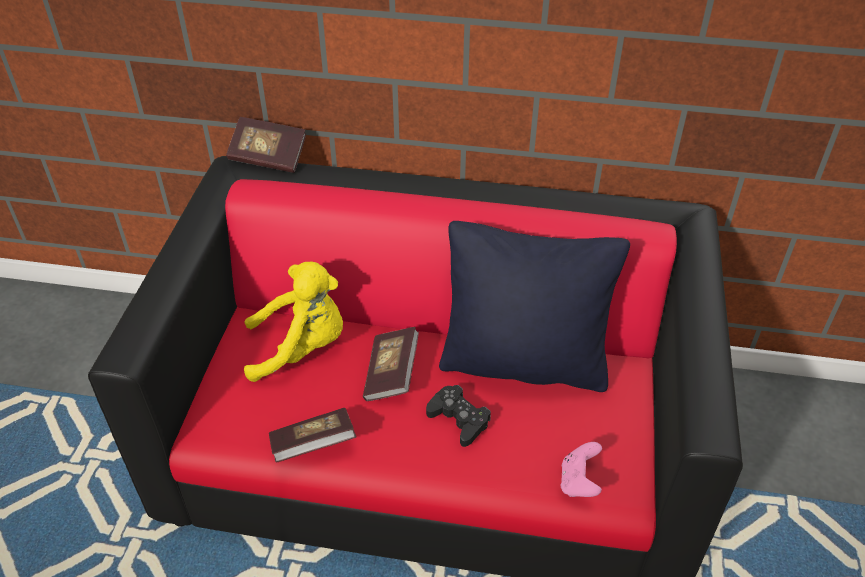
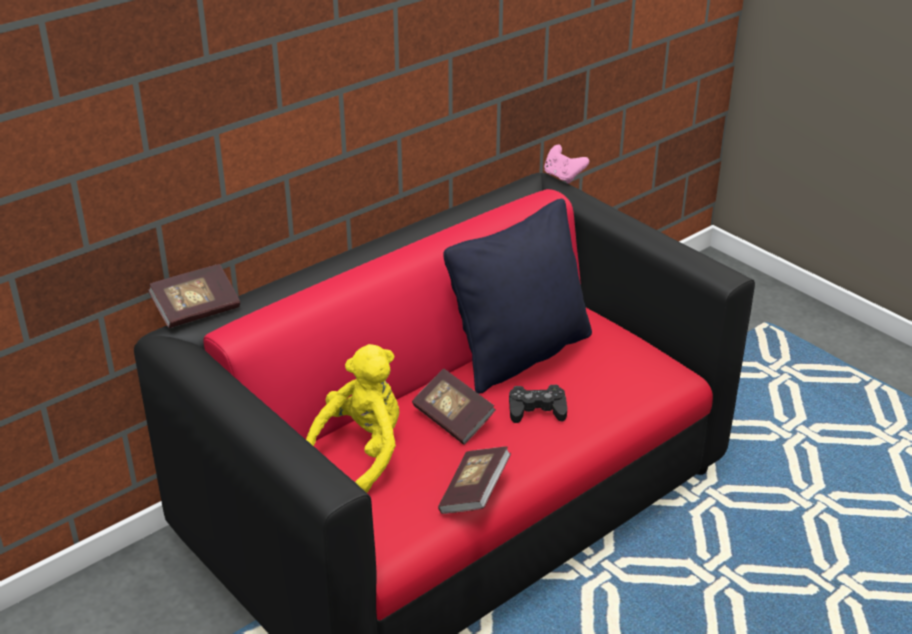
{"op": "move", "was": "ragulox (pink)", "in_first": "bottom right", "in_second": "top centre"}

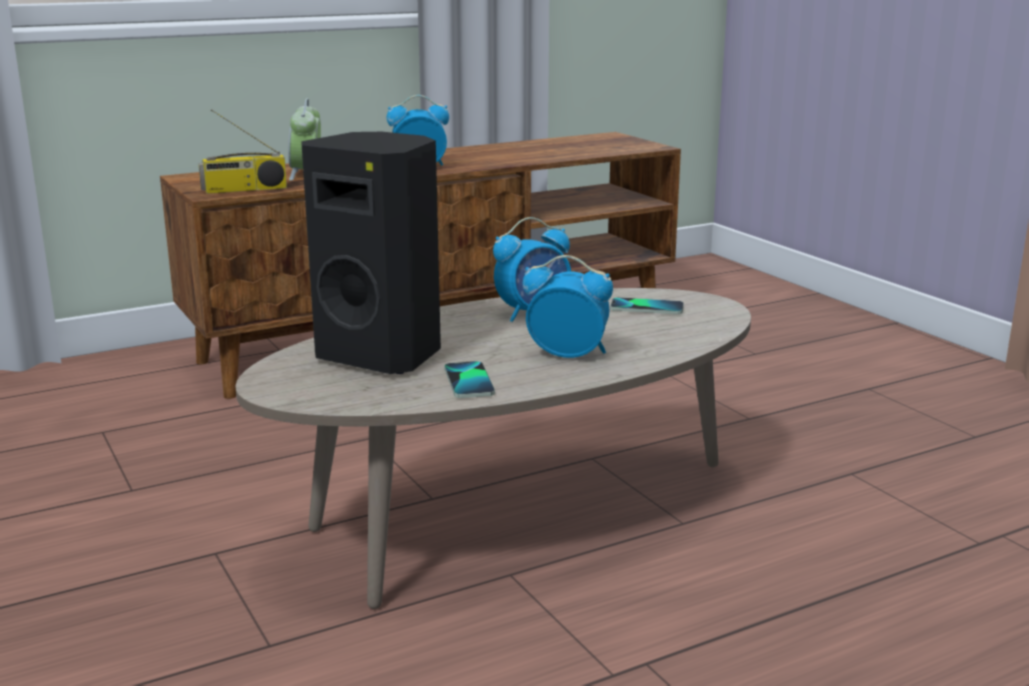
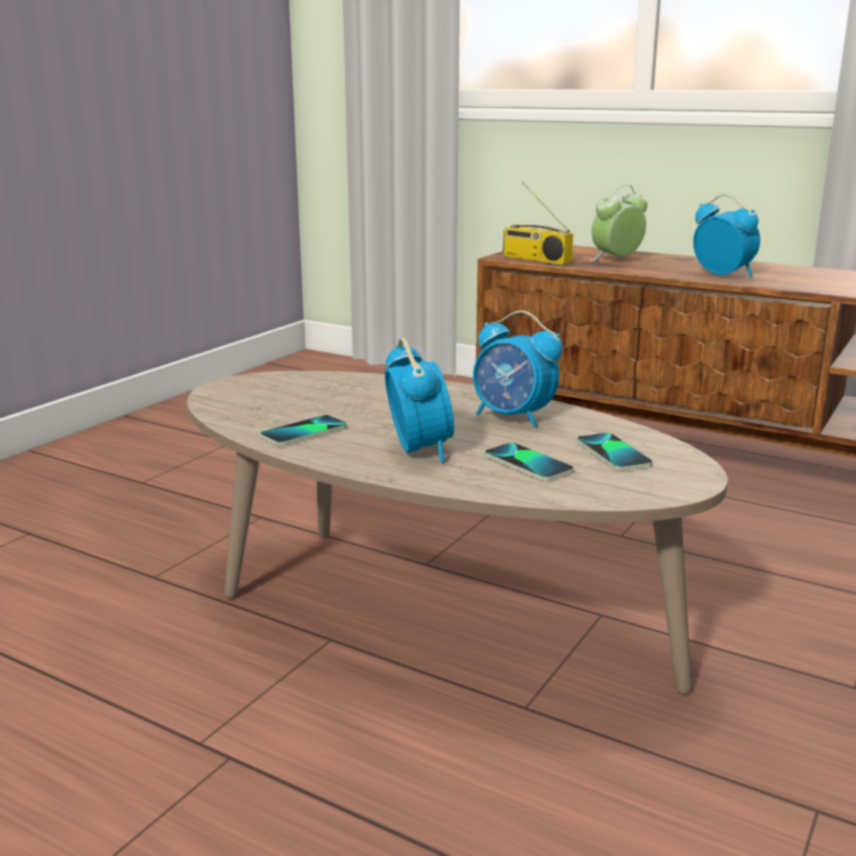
{"op": "insert", "now": "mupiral (2nd from left)", "in_second": "centre"}
{"op": "delete", "was": "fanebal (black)", "in_first": "centre"}

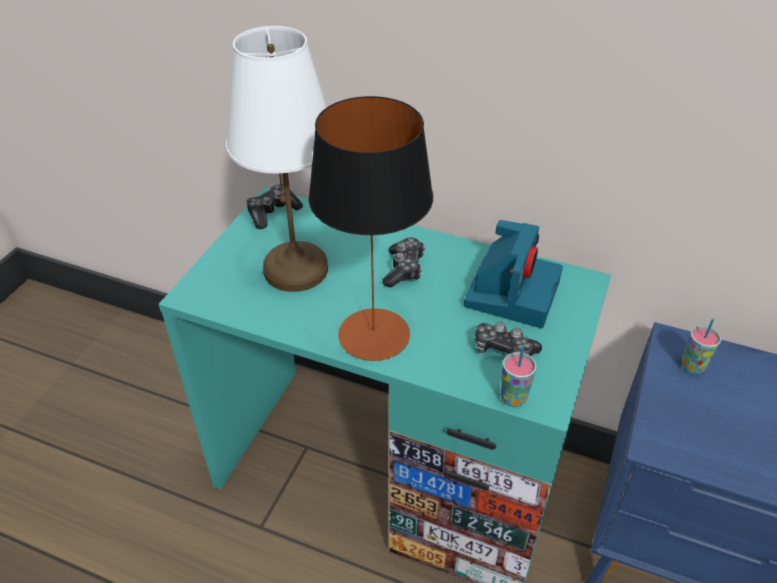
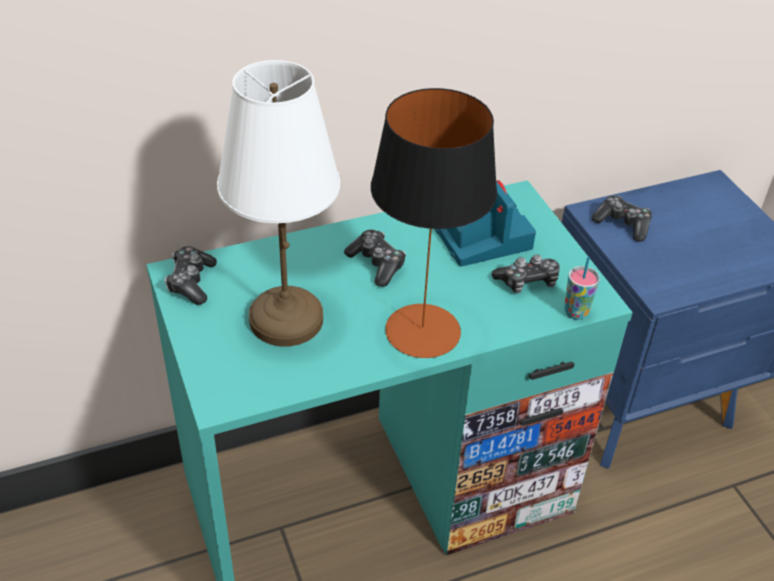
{"op": "replace", "was": "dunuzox (2nd from left)", "now": "ragulox (4th from left)", "in_first": "middle right", "in_second": "middle right"}

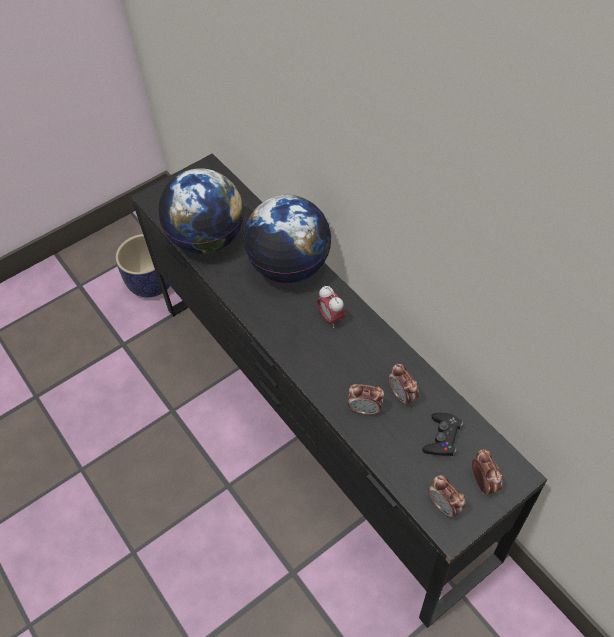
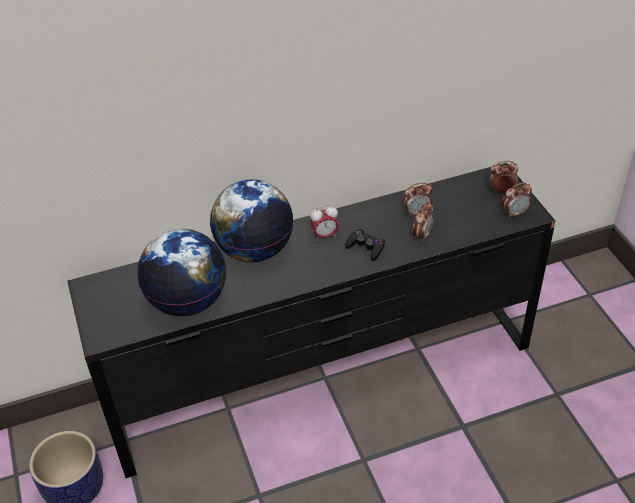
{"op": "move", "was": "ragulox (black)", "in_first": "bottom right", "in_second": "centre"}

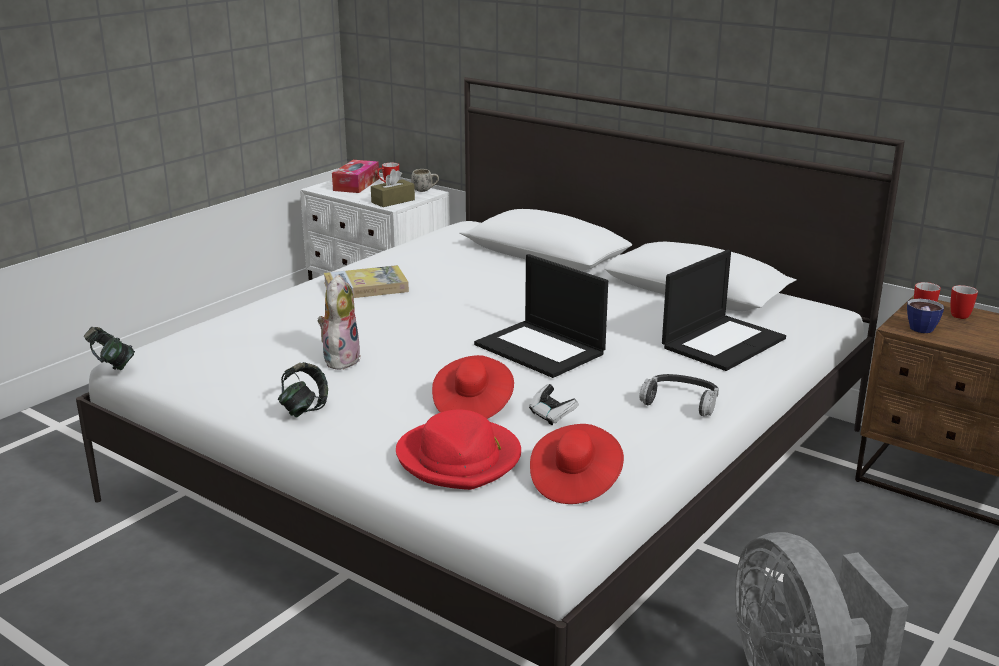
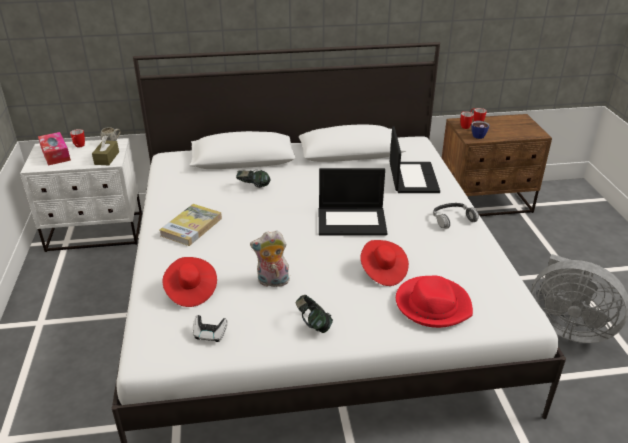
{"op": "move", "was": "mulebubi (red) (3rd from left in the first image)", "now": "mulebubi (red) (1st from left)", "in_first": "bottom centre", "in_second": "middle left"}
{"op": "move", "was": "ragulox", "in_first": "centre", "in_second": "bottom centre"}
{"op": "move", "was": "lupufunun (1st from left)", "in_first": "middle left", "in_second": "centre"}
{"op": "rotate", "was": "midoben", "in_first": "centre", "in_second": "centre", "clockwise": -60}

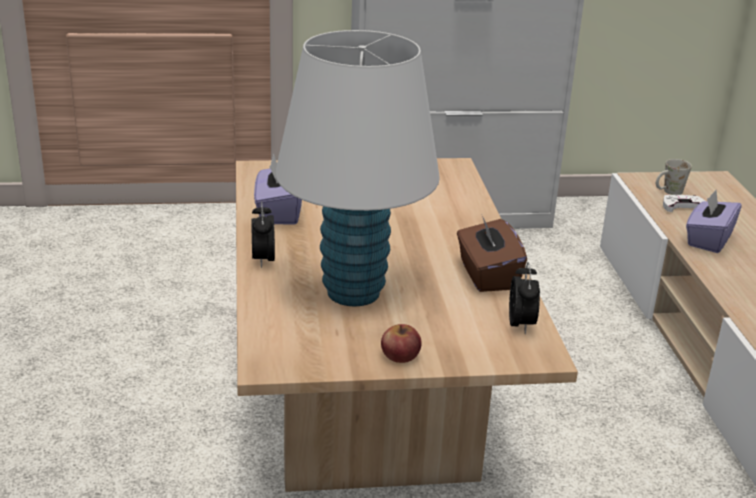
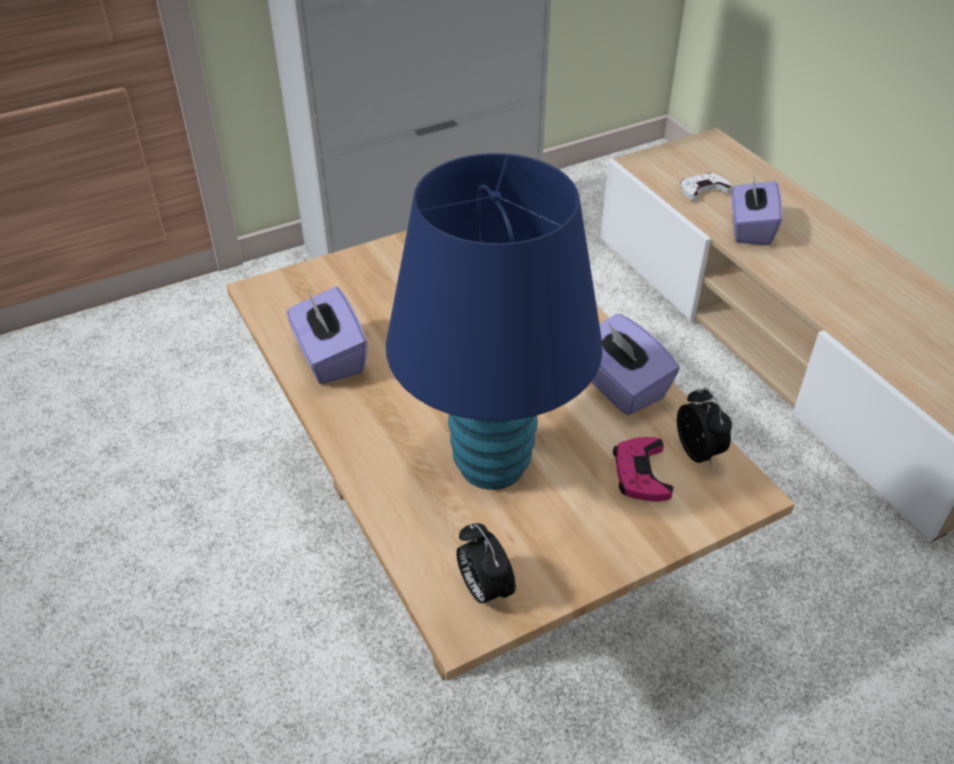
{"op": "recolor", "was": "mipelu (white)", "now": "mipelu (blue)", "in_first": "centre", "in_second": "centre"}
{"op": "move", "was": "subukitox (1st from left)", "in_first": "centre", "in_second": "bottom centre"}
{"op": "recolor", "was": "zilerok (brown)", "now": "zilerok (purple) (2nd from left)", "in_first": "centre", "in_second": "centre"}
{"op": "insert", "now": "ragulox (pink)", "in_second": "middle right"}
{"op": "delete", "was": "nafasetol", "in_first": "bottom centre"}
{"op": "delete", "was": "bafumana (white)", "in_first": "middle right"}

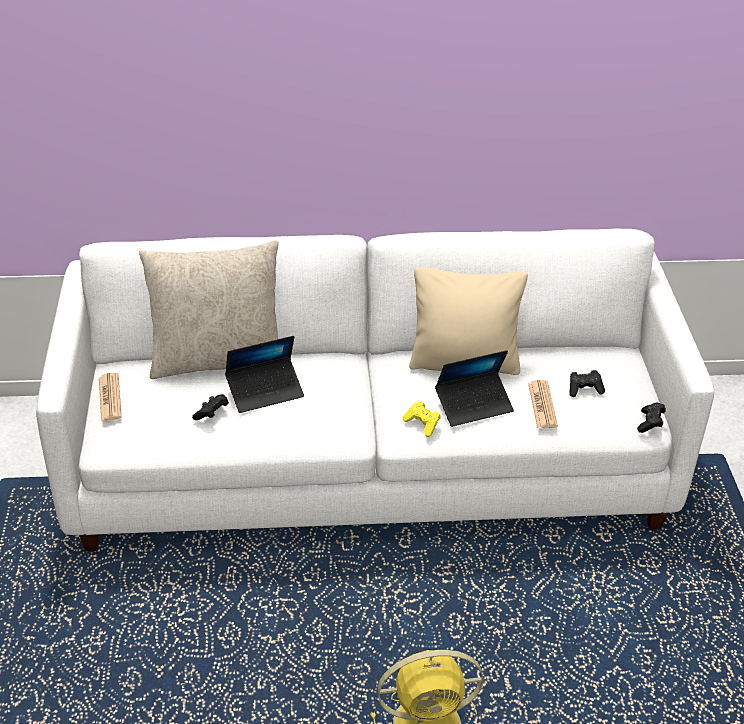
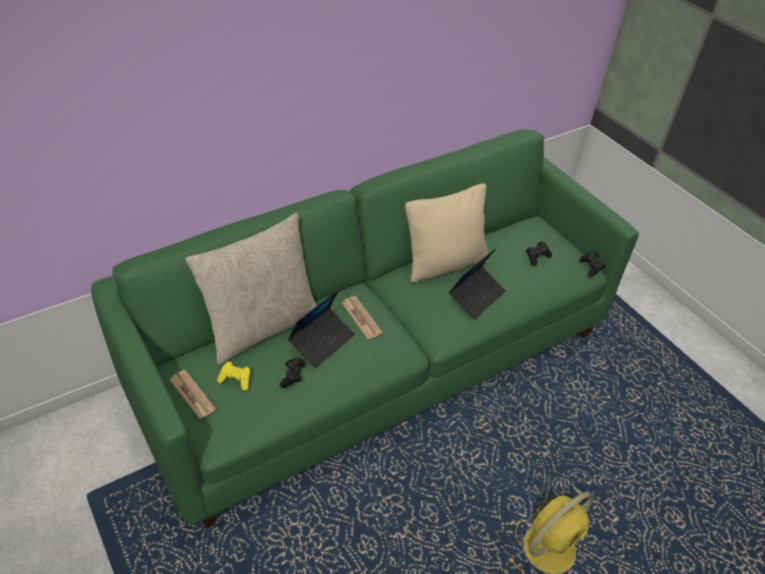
{"op": "recolor", "was": "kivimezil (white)", "now": "kivimezil (green)", "in_first": "centre", "in_second": "centre"}
{"op": "move", "was": "ragulox (yellow)", "in_first": "centre", "in_second": "middle left"}
{"op": "move", "was": "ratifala (2nd from left)", "in_first": "middle right", "in_second": "centre"}

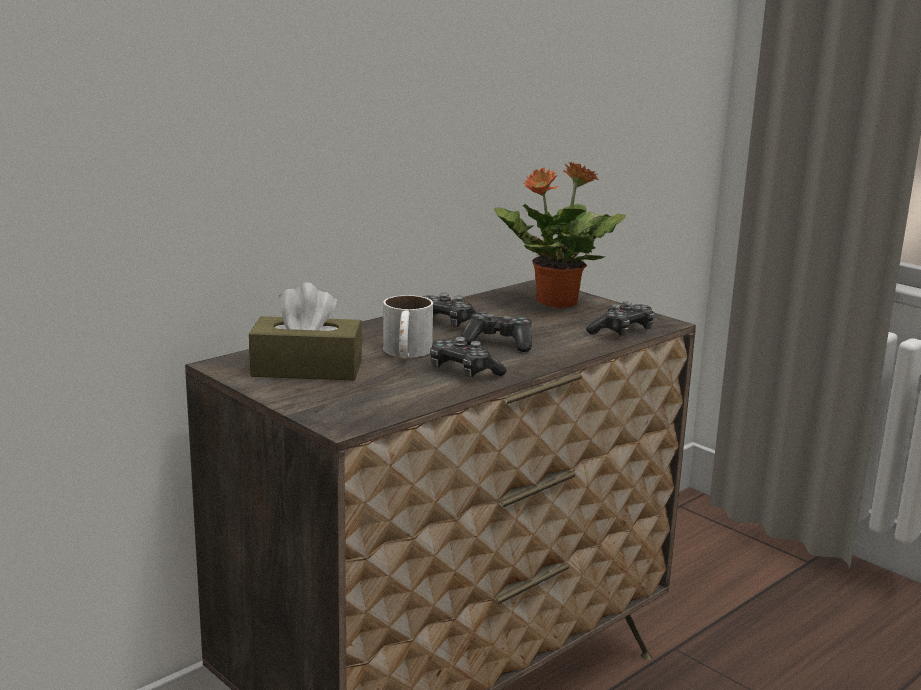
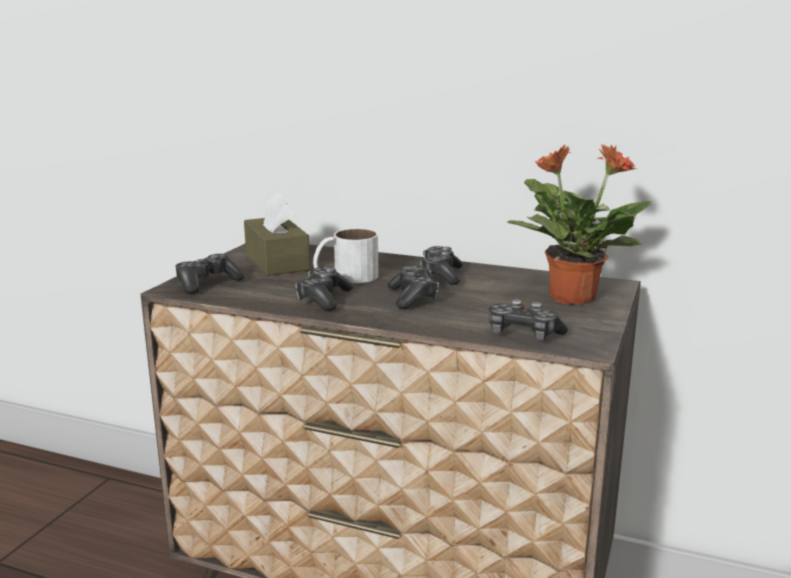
{"op": "insert", "now": "ragulox (1st from left)", "in_second": "middle left"}

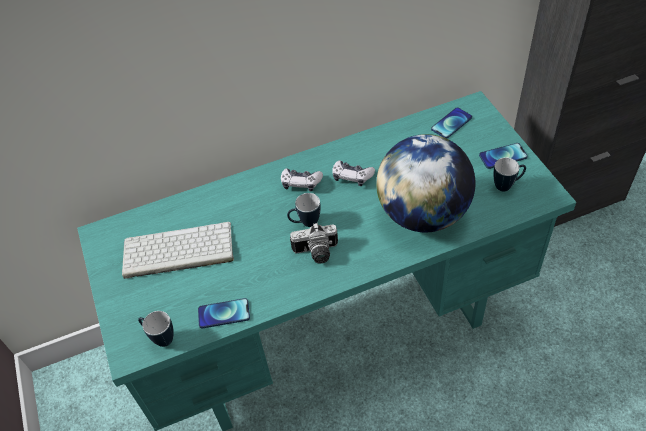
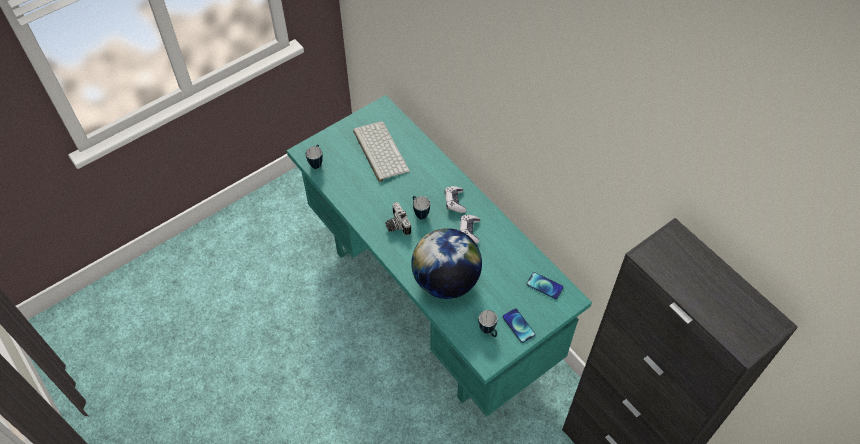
{"op": "delete", "was": "mupiral (1st from left)", "in_first": "bottom centre"}

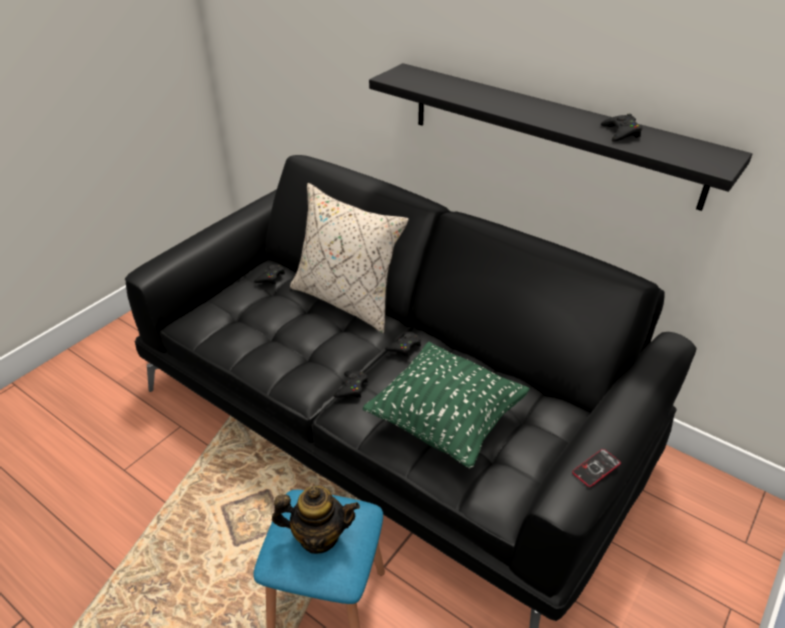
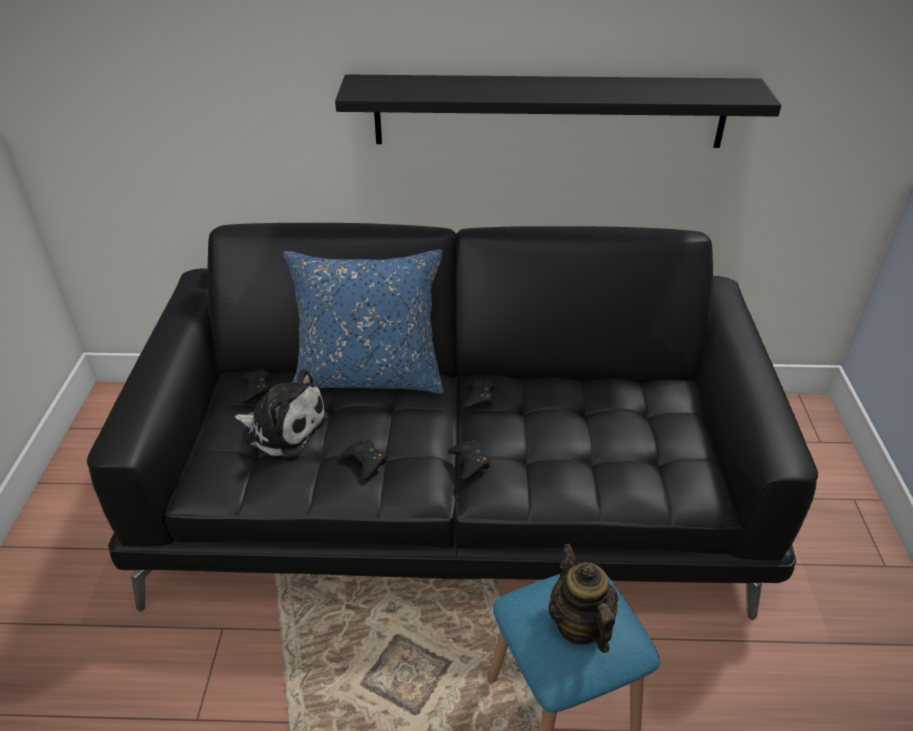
{"op": "insert", "now": "midoben", "in_second": "middle left"}
{"op": "recolor", "was": "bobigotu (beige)", "now": "bobigotu (blue)", "in_first": "centre", "in_second": "centre"}
{"op": "move", "was": "ragulox (black) (4th from left in the first image)", "now": "ragulox (black) (2nd from left)", "in_first": "top right", "in_second": "centre"}
{"op": "rotate", "was": "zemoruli", "in_first": "bottom centre", "in_second": "bottom centre", "clockwise": -75}
{"op": "delete", "was": "bobigotu (green)", "in_first": "centre"}
{"op": "delete", "was": "mupiral", "in_first": "bottom right"}

